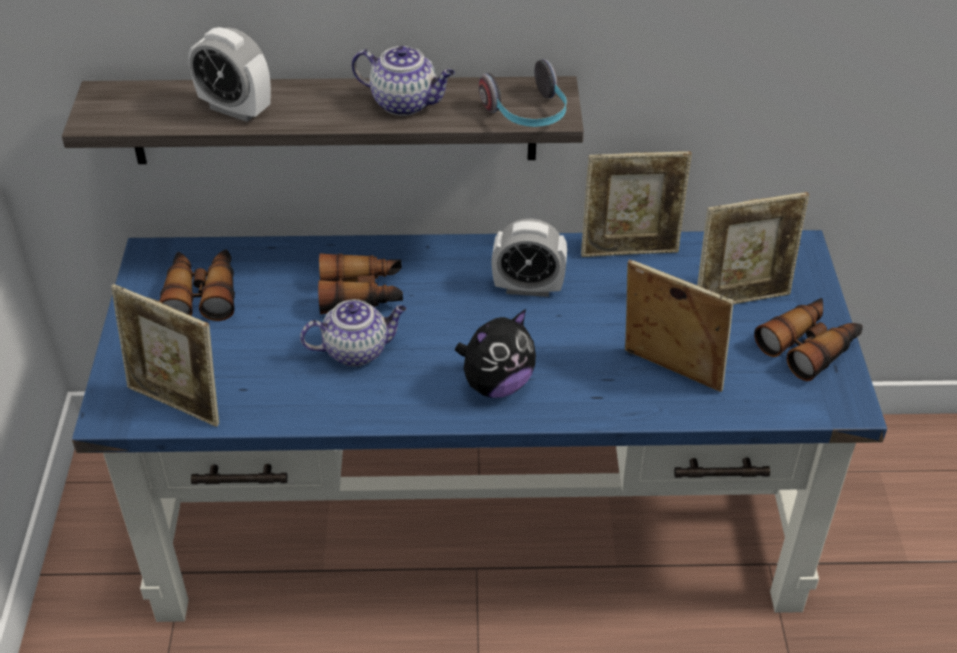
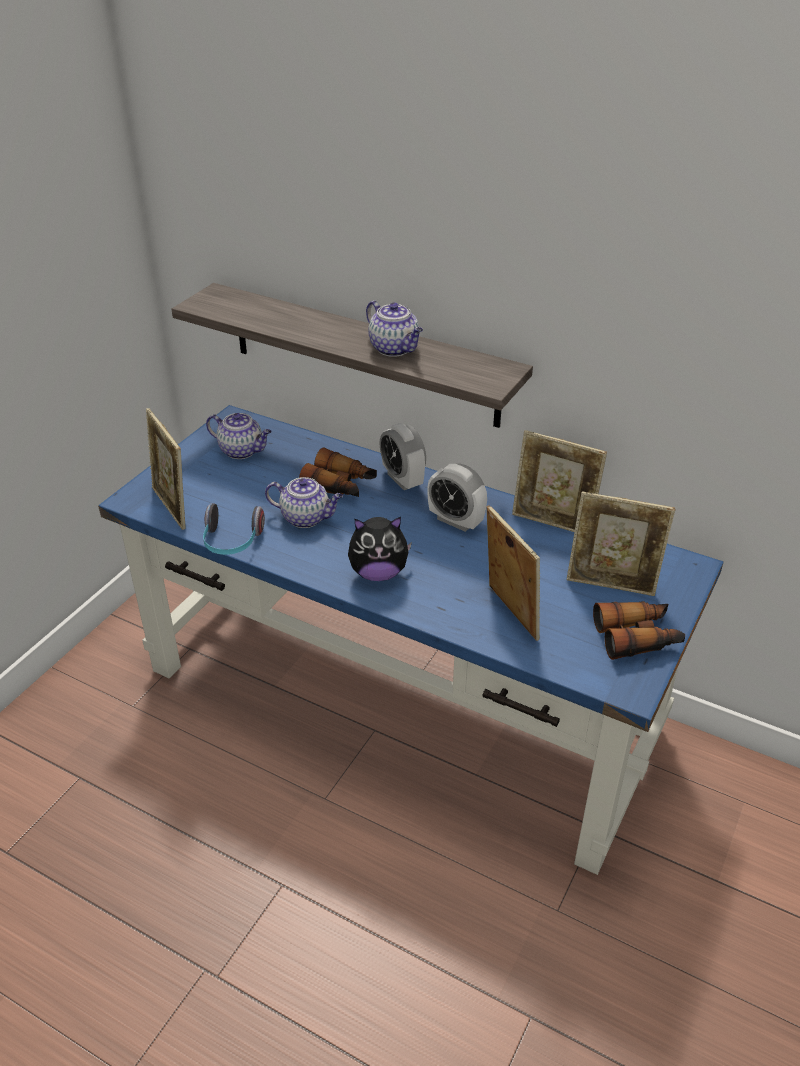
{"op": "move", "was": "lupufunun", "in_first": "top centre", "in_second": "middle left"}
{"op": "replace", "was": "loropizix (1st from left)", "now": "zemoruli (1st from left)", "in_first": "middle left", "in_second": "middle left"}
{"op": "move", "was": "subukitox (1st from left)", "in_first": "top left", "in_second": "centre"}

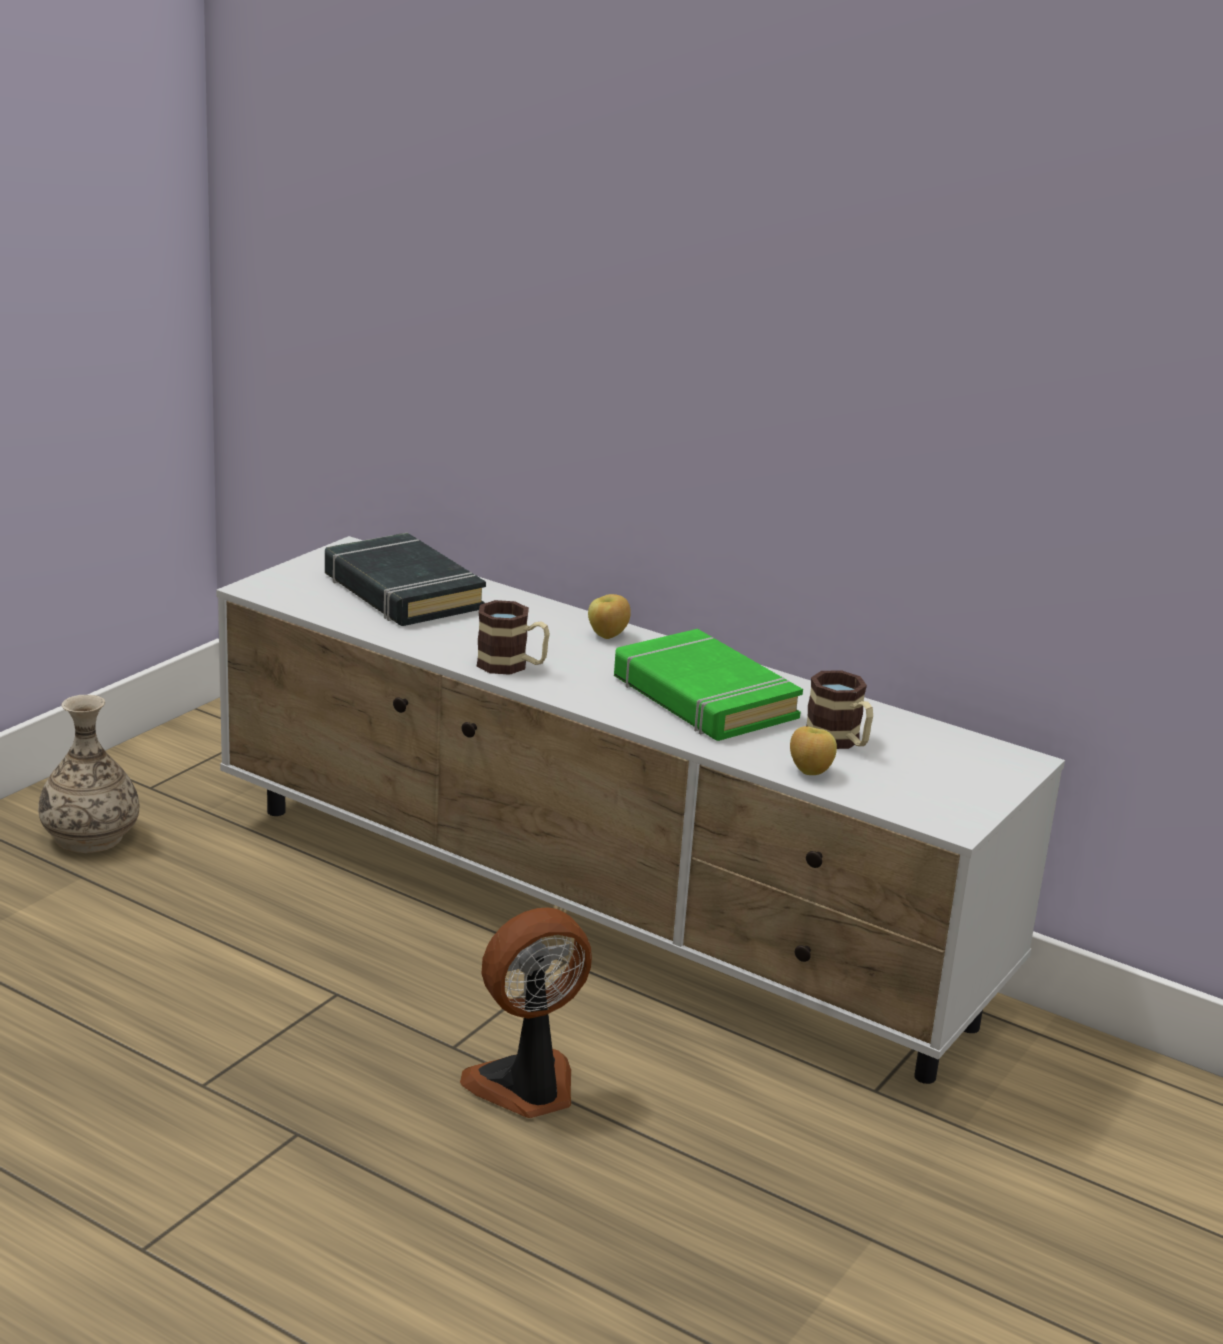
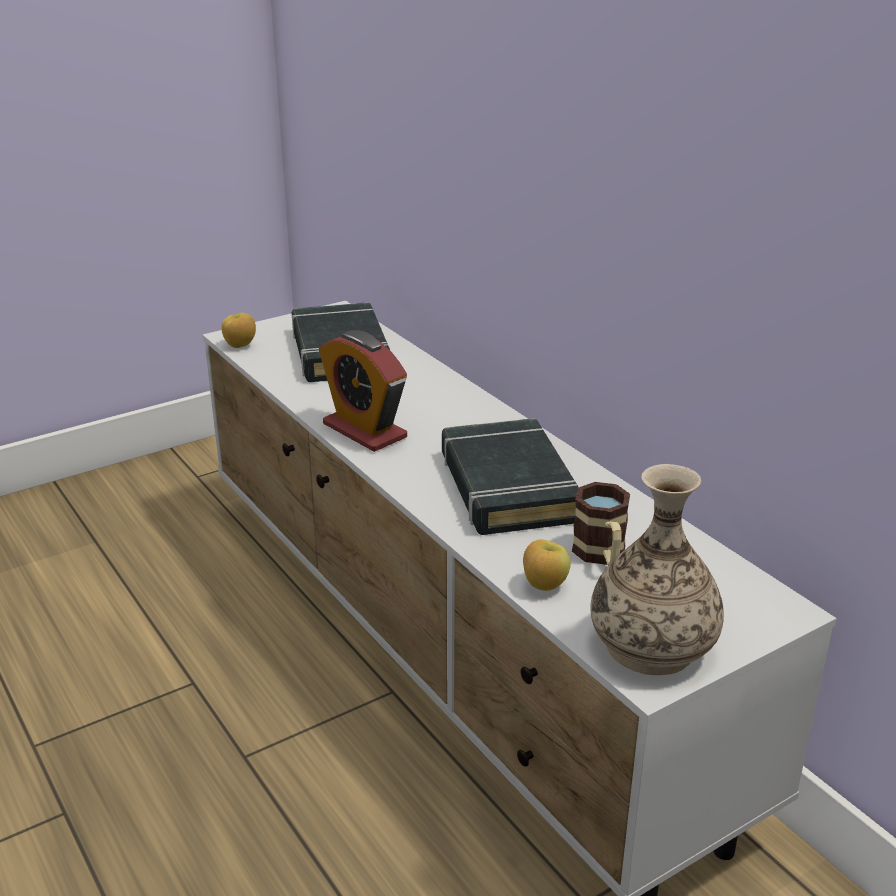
{"op": "move", "was": "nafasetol (1st from left)", "in_first": "centre", "in_second": "middle left"}
{"op": "replace", "was": "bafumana (1st from left)", "now": "subukitox", "in_first": "centre", "in_second": "centre"}
{"op": "recolor", "was": "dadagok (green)", "now": "dadagok (black) (2nd from left)", "in_first": "centre", "in_second": "centre"}
{"op": "move", "was": "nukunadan", "in_first": "middle left", "in_second": "middle right"}
{"op": "delete", "was": "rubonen", "in_first": "bottom centre"}

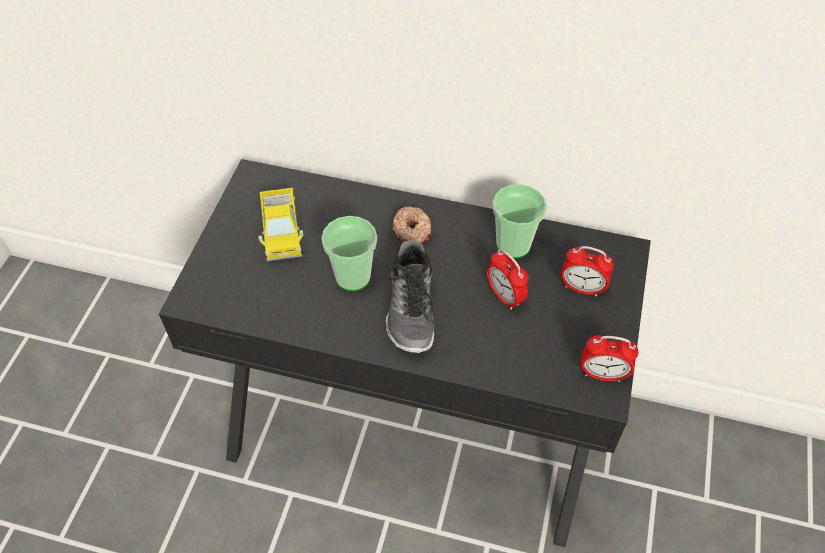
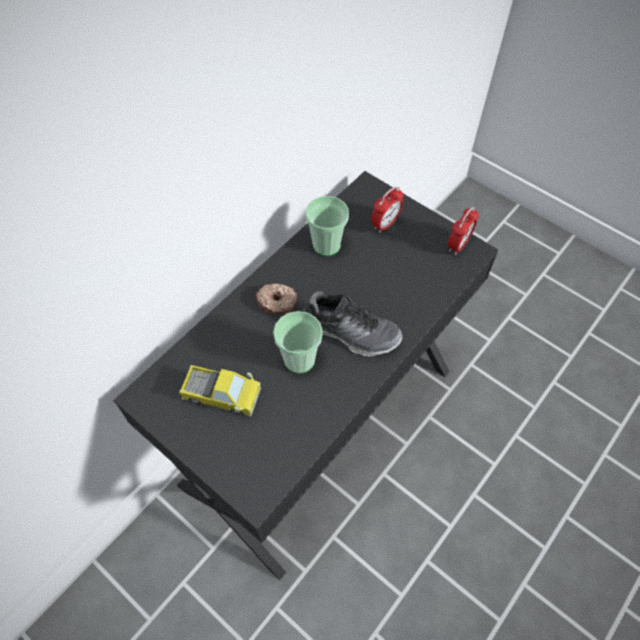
{"op": "delete", "was": "subukitox (1st from left)", "in_first": "centre"}

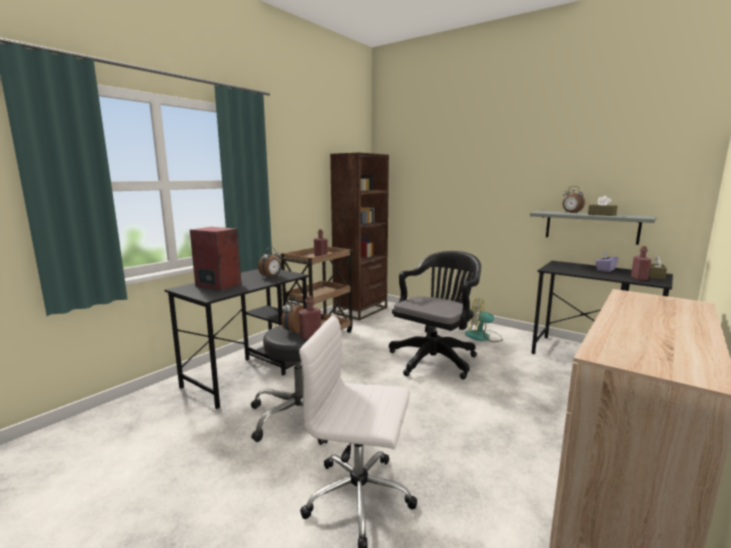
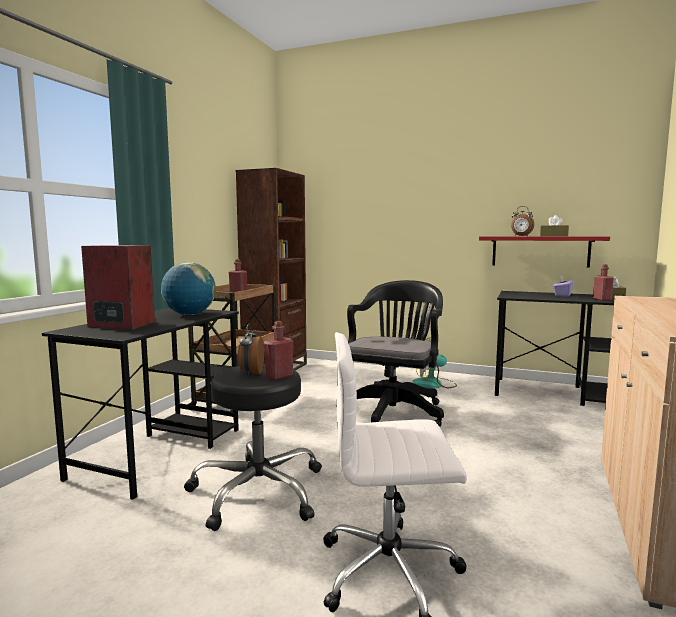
{"op": "replace", "was": "subukitox (1st from left)", "now": "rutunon", "in_first": "centre", "in_second": "middle left"}
{"op": "recolor", "was": "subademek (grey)", "now": "subademek (red)", "in_first": "middle right", "in_second": "middle right"}

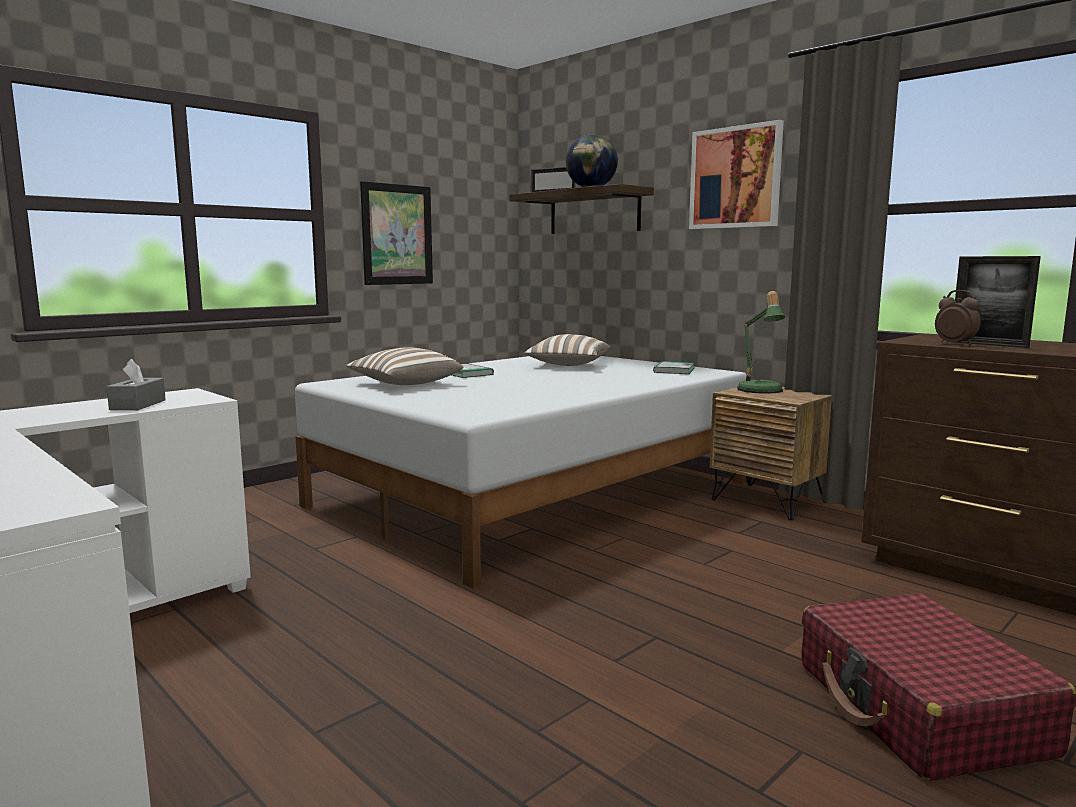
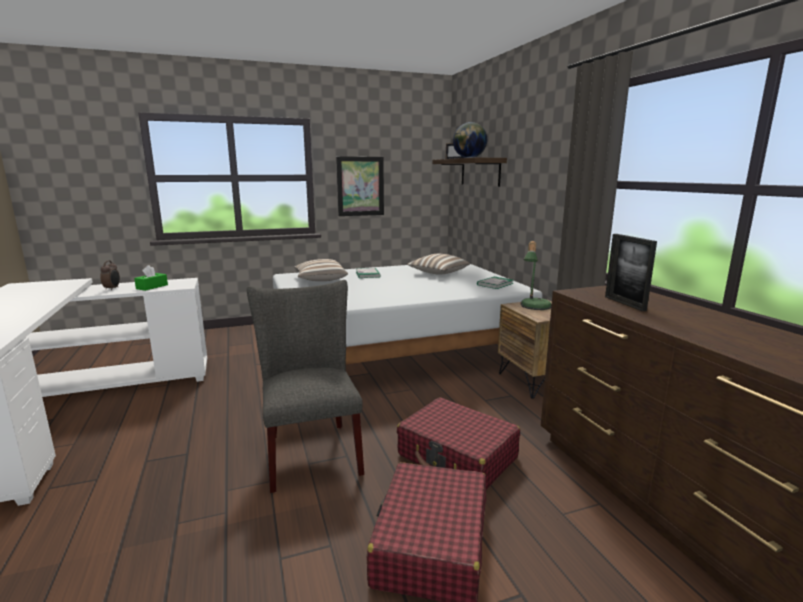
{"op": "move", "was": "subukitox", "in_first": "middle right", "in_second": "middle left"}
{"op": "recolor", "was": "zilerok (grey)", "now": "zilerok (green)", "in_first": "middle left", "in_second": "middle left"}
{"op": "insert", "now": "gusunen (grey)", "in_second": "centre"}
{"op": "insert", "now": "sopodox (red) (2nd from left)", "in_second": "bottom centre"}
{"op": "delete", "was": "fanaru (2nd from left)", "in_first": "top right"}

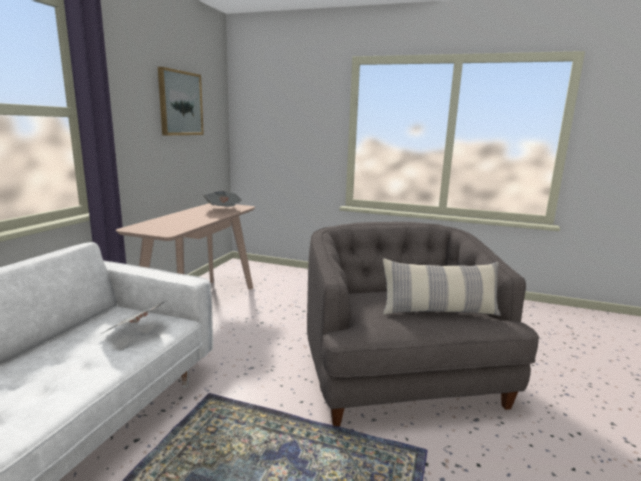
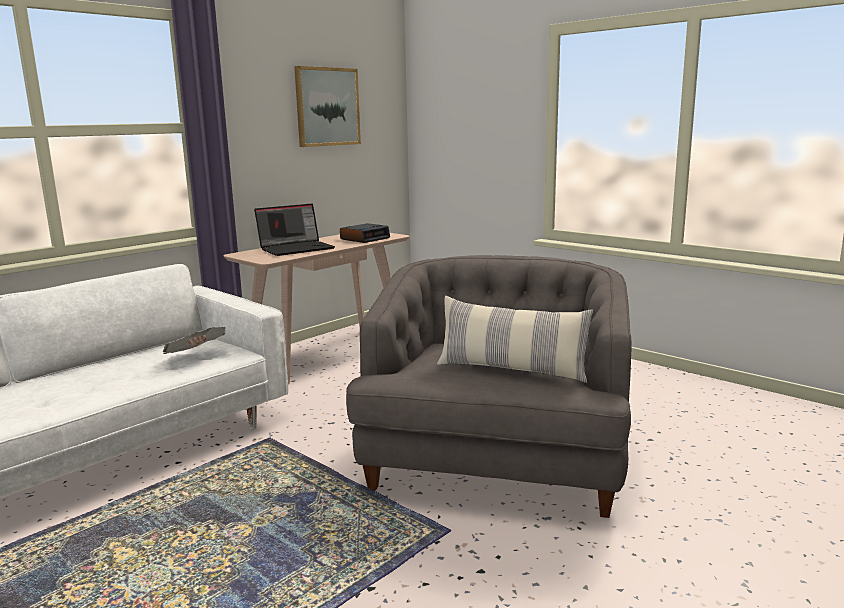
{"op": "insert", "now": "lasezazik", "in_second": "centre"}
{"op": "replace", "was": "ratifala (2nd from left)", "now": "subukitox", "in_first": "centre", "in_second": "centre"}

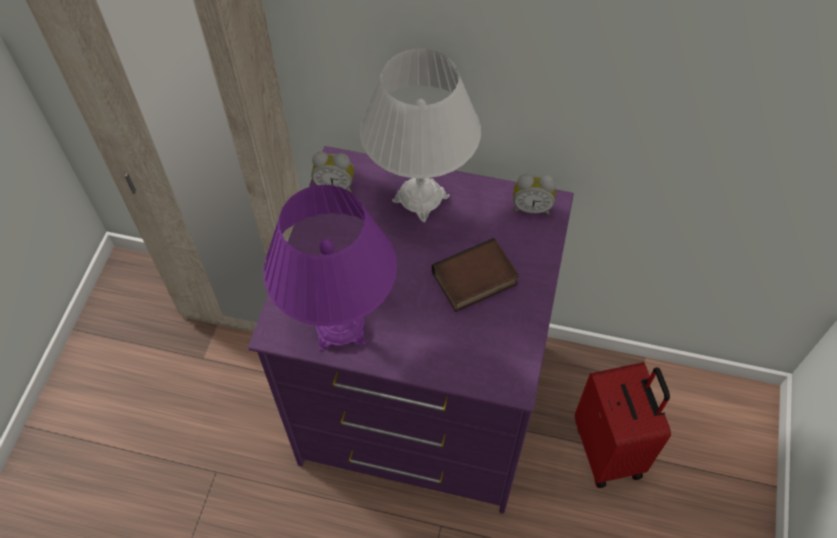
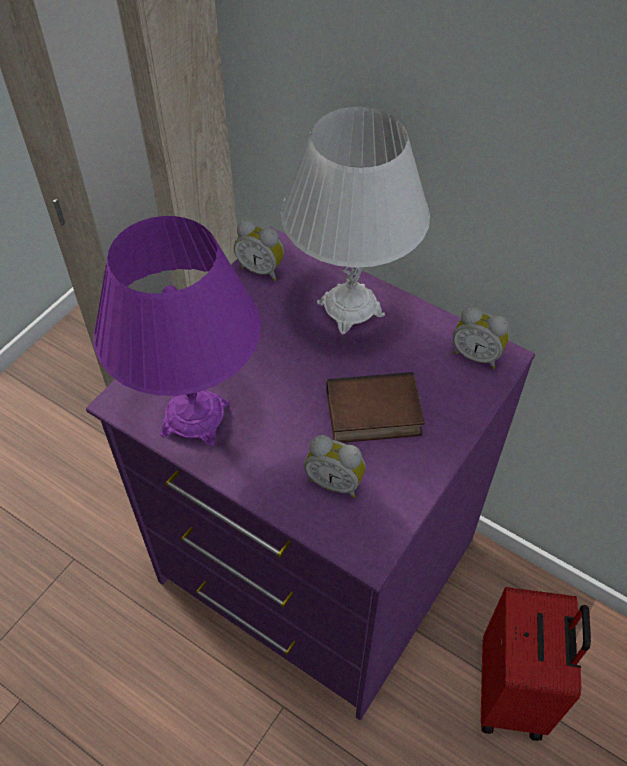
{"op": "insert", "now": "subukitox (2nd from left)", "in_second": "centre"}

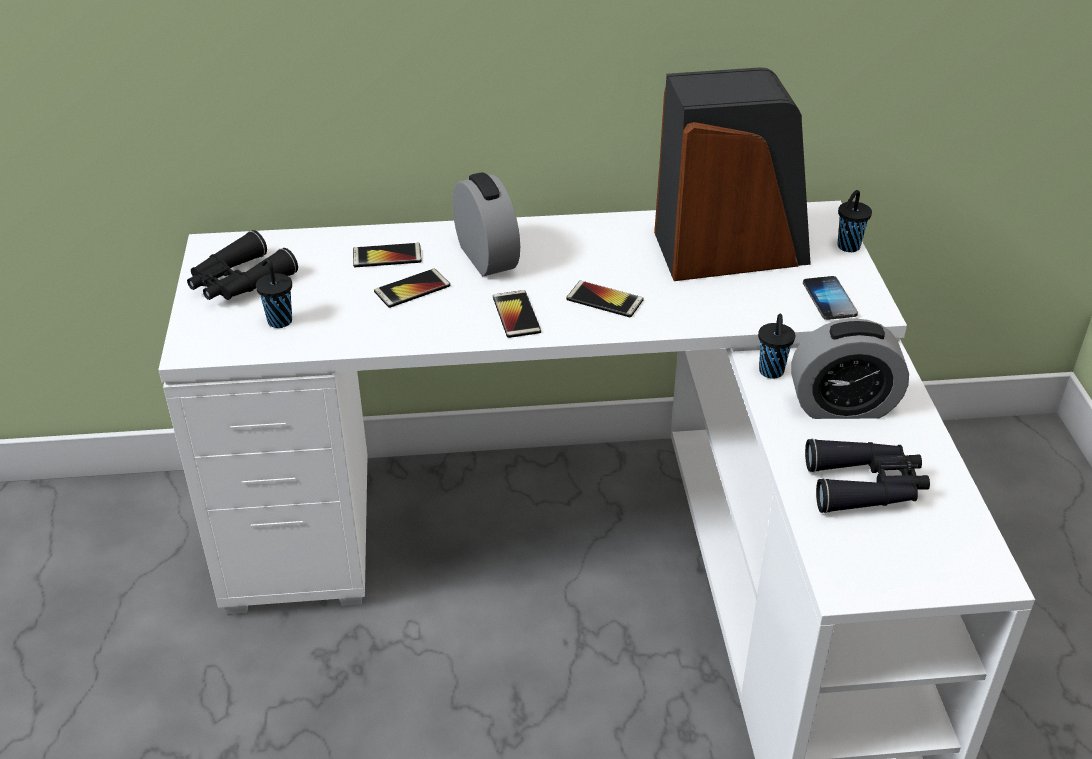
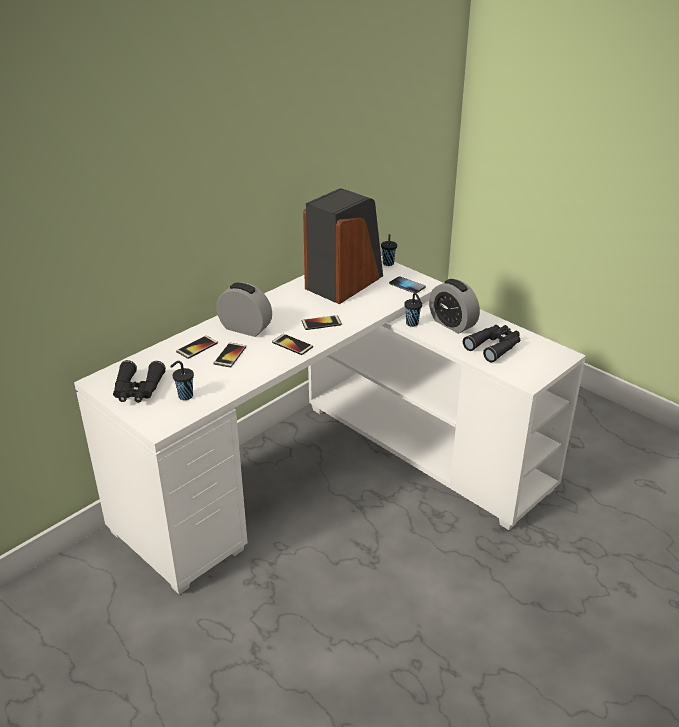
{"op": "rotate", "was": "subukitox (2nd from left)", "in_first": "middle right", "in_second": "middle right", "clockwise": 90}

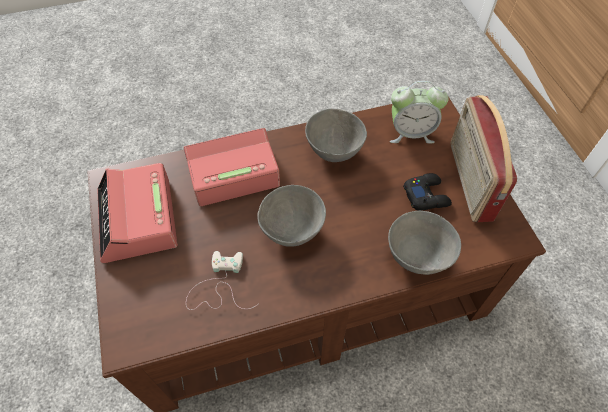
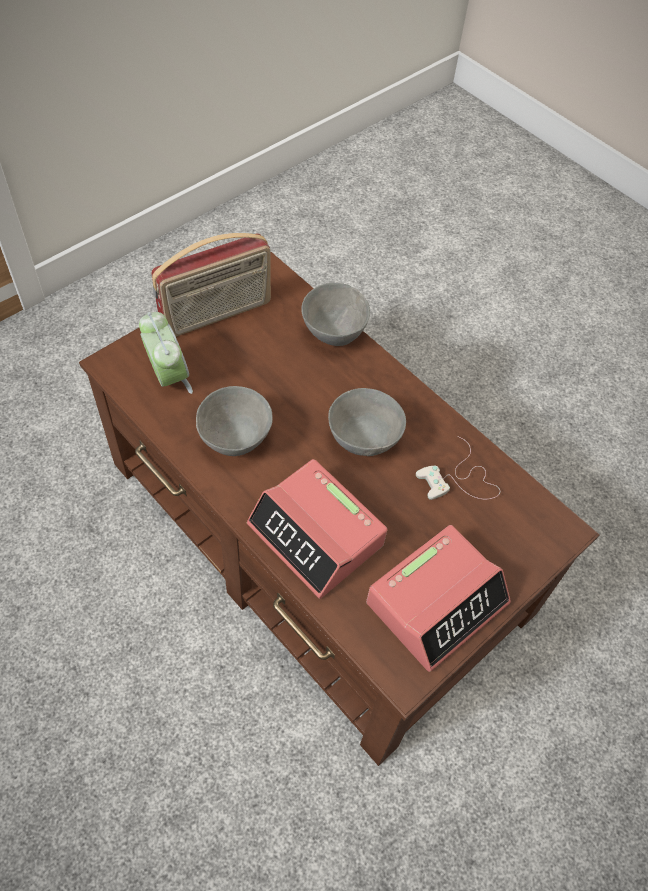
{"op": "delete", "was": "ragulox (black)", "in_first": "middle right"}

